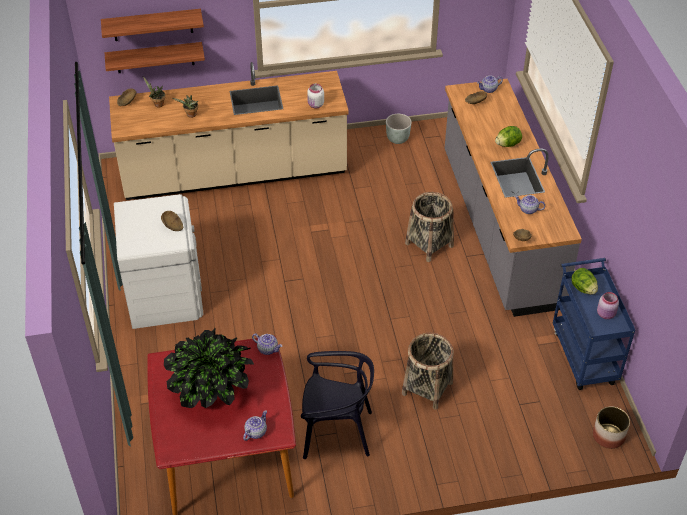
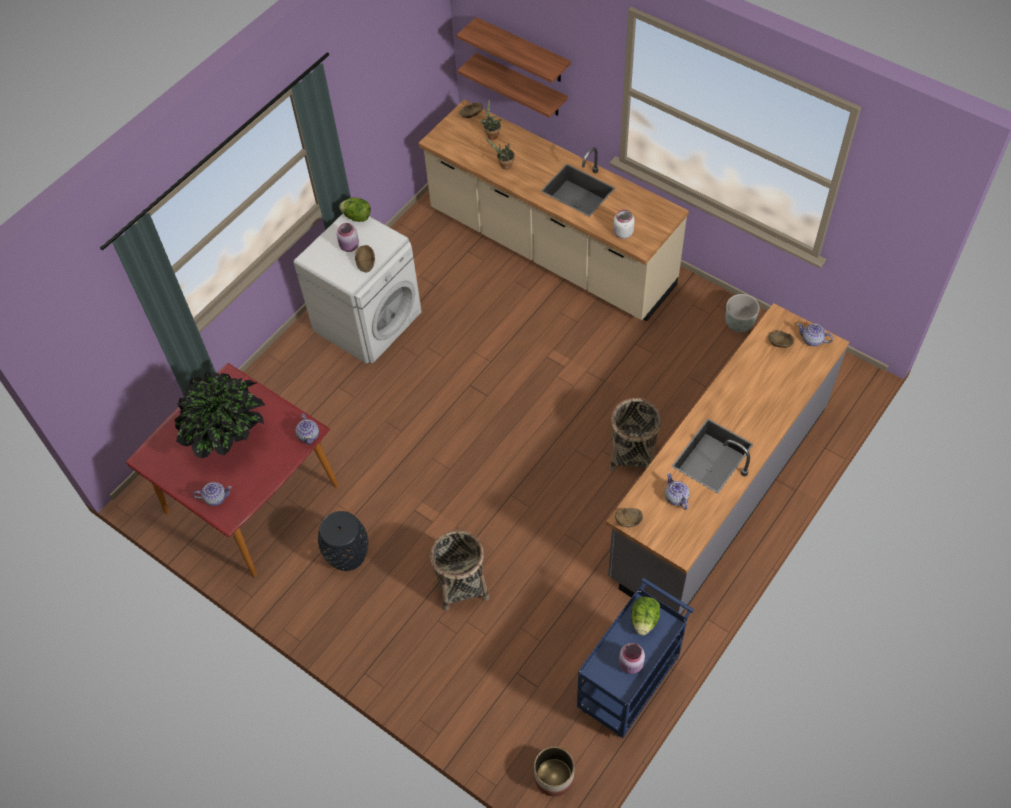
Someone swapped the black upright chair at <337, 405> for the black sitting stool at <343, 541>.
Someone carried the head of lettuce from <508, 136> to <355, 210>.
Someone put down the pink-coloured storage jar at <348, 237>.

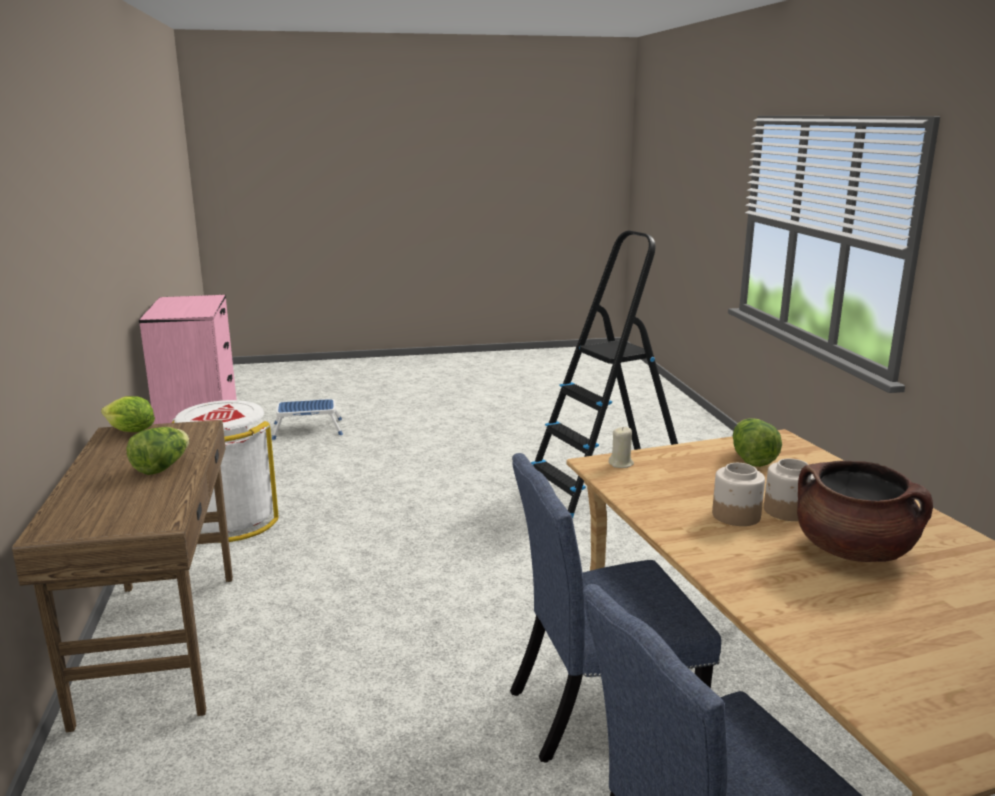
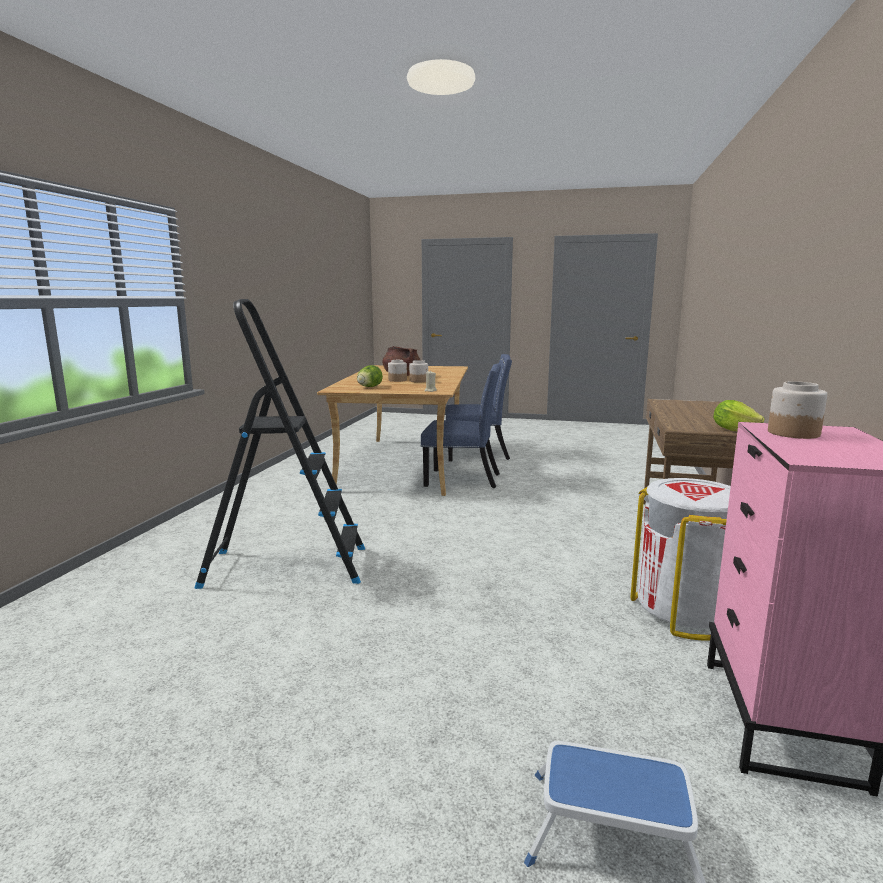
Someone took away the head of lettuce at <158, 451>.
Someone put down the storage jar at <797, 410>.

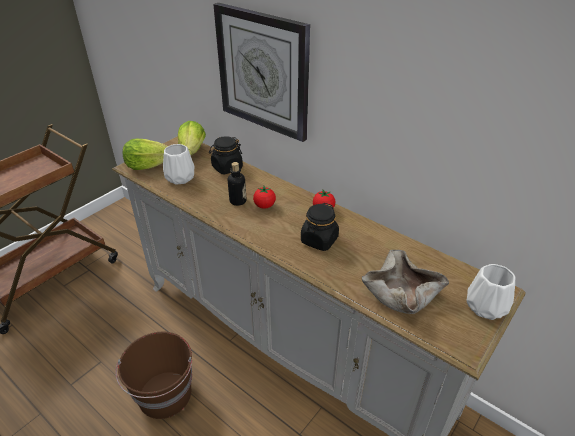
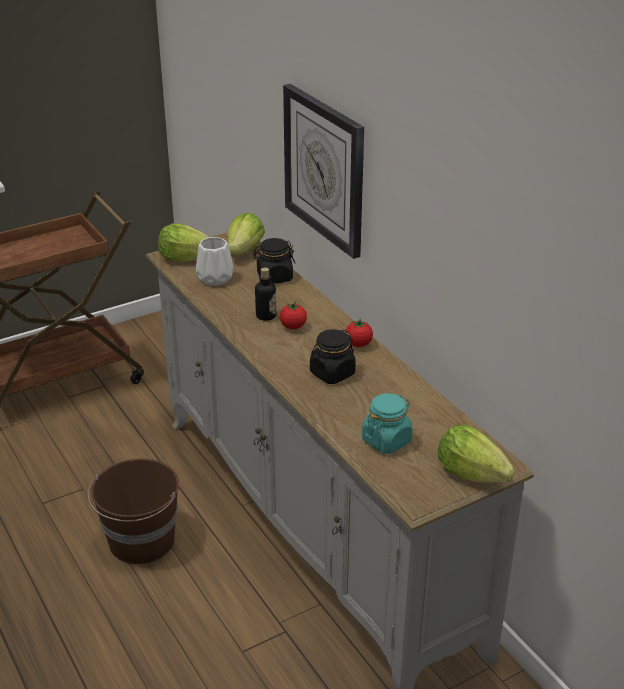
Someone swapped the beige serving bowl at <405, 282> for the turquoise storage jar at <387, 423>.
Someone swapped the white vase at <491, 292> for the head of lettuce at <476, 453>.

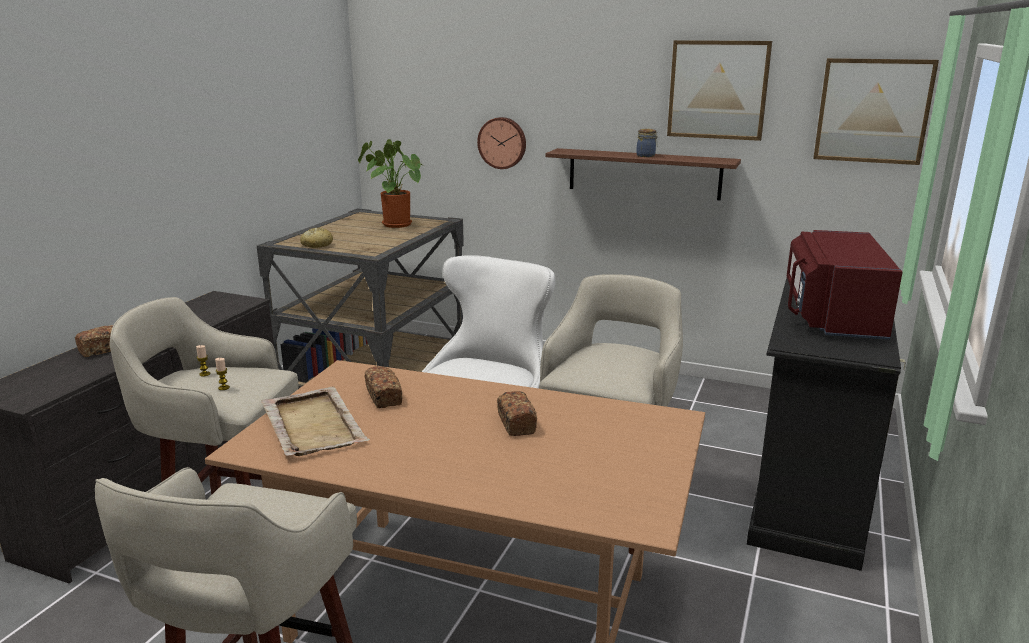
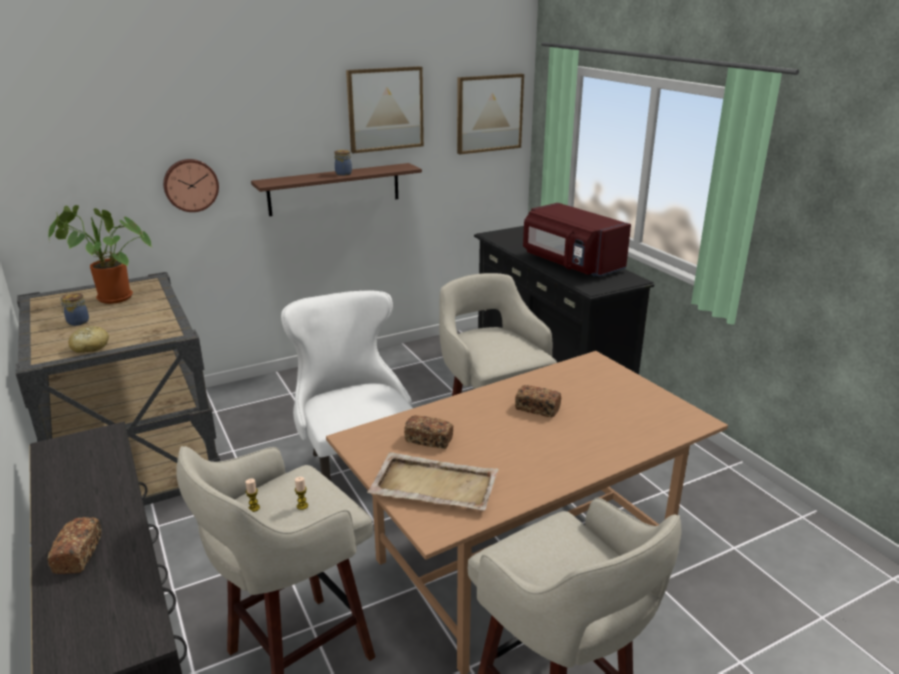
Someone put down the storage jar at <74, 309>.

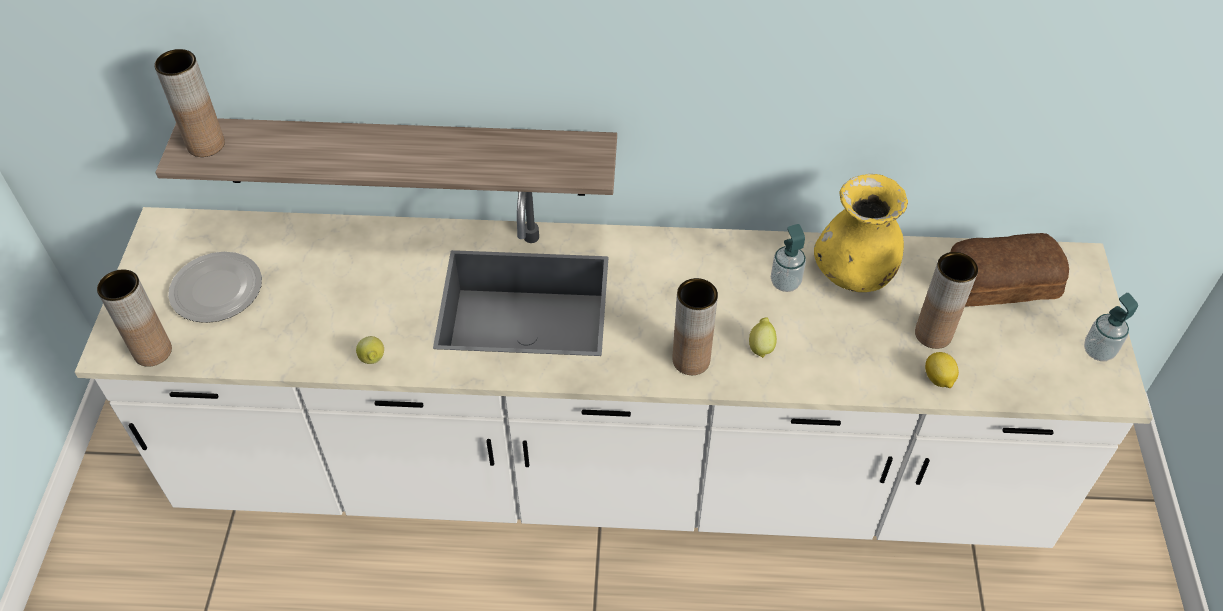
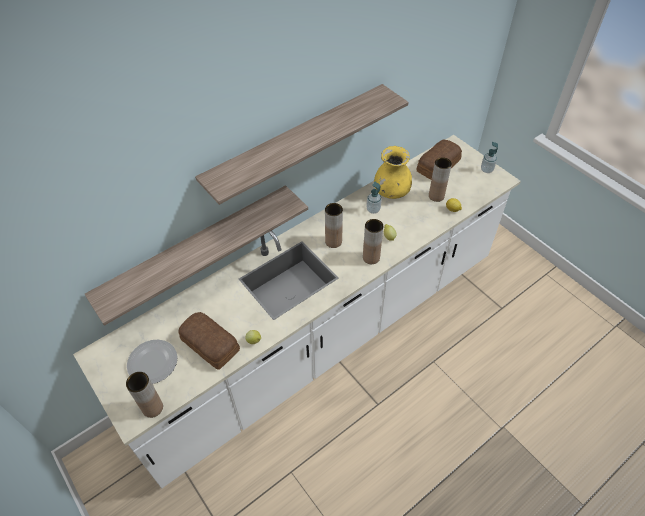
Someone carried the brownish vase from <189, 103> to <334, 225>.
Someone put down the bread at <209, 341>.
Someone put up the wall shelf at <301, 144>.

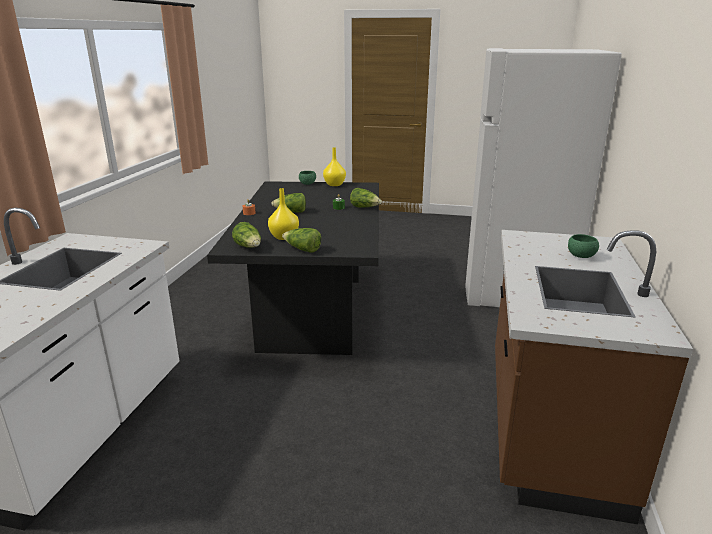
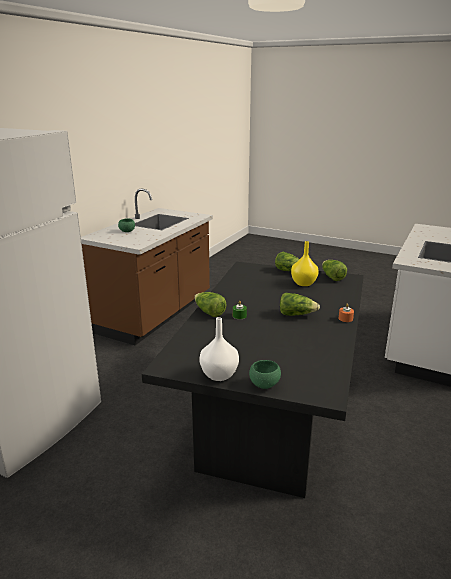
Someone repainted the yellow-coloured vase at <334, 166>, which became the white vase at <219, 349>.

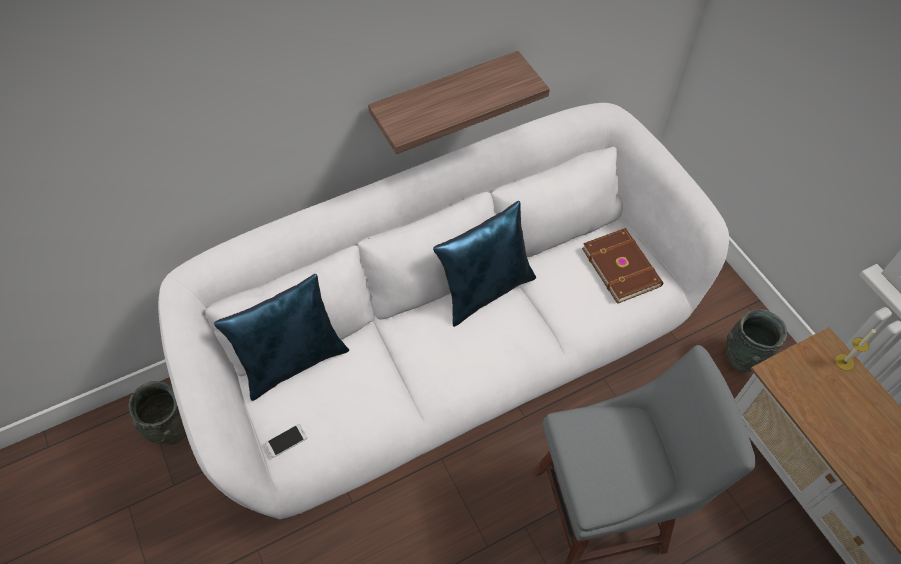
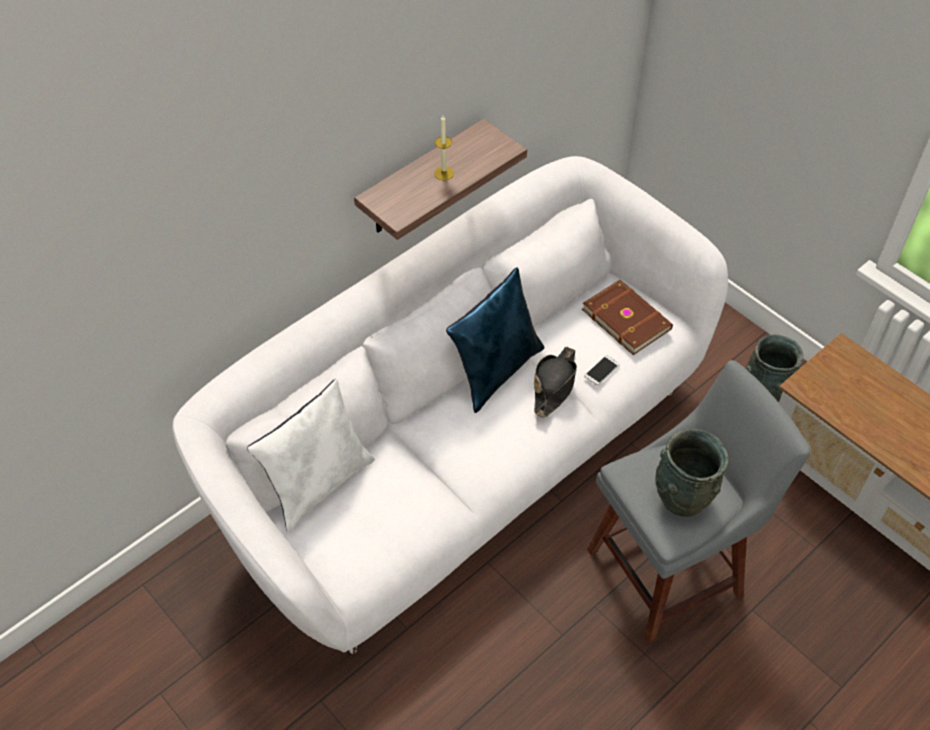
Someone carried the greyish vase from <158, 413> to <692, 473>.
Someone repainted the bluish cushion at <281, 337>, which became the white cushion at <311, 455>.
Someone carried the telephone from <286, 441> to <602, 370>.
Someone carried the wax candle from <855, 349> to <444, 147>.
Someone put down the black clothing hat at <555, 382>.

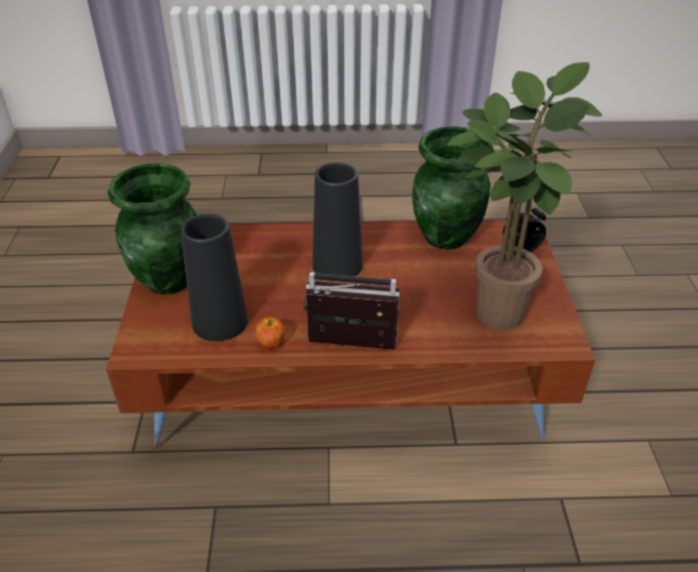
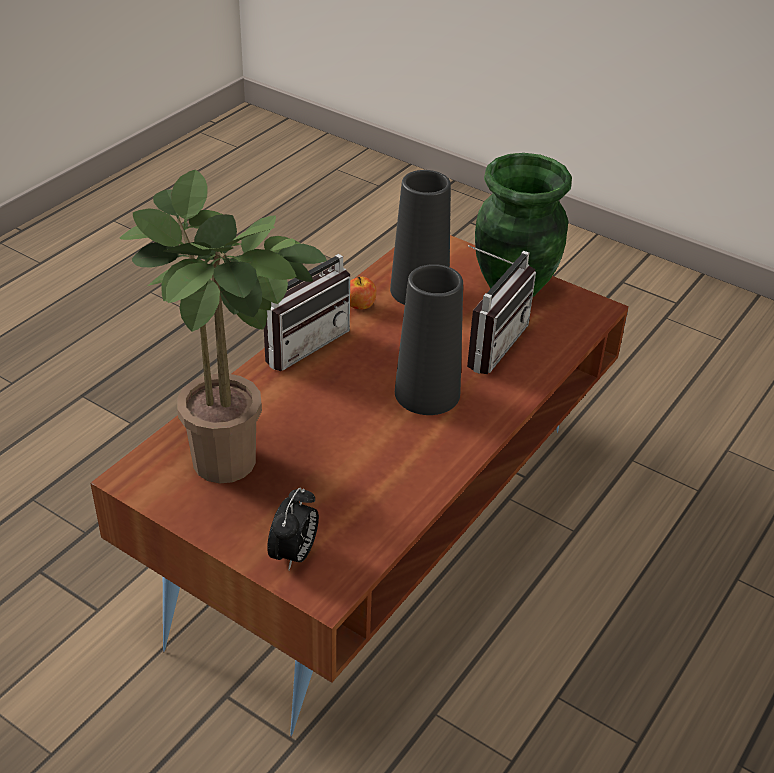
Someone took away the greenish vase at <452, 188>.
Someone put down the radio at <501, 309>.

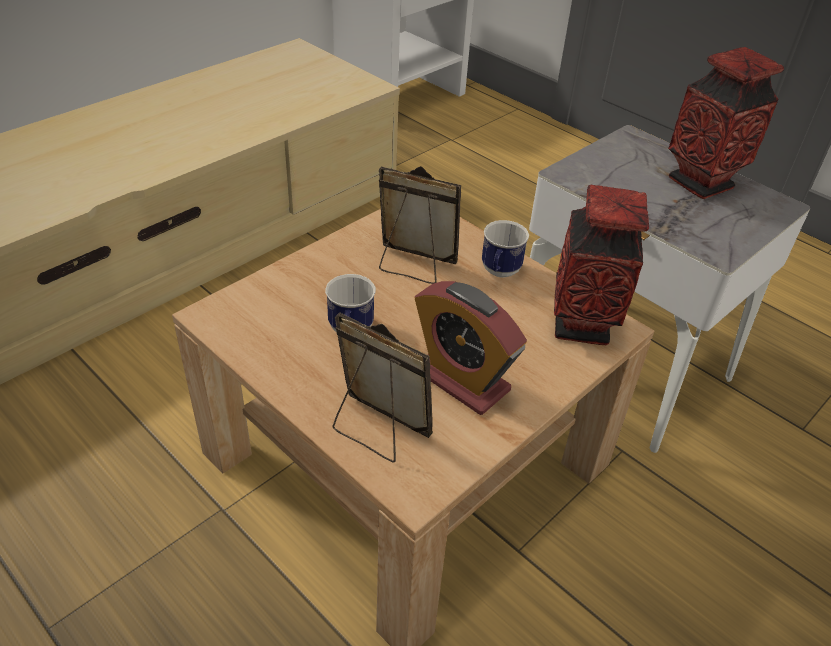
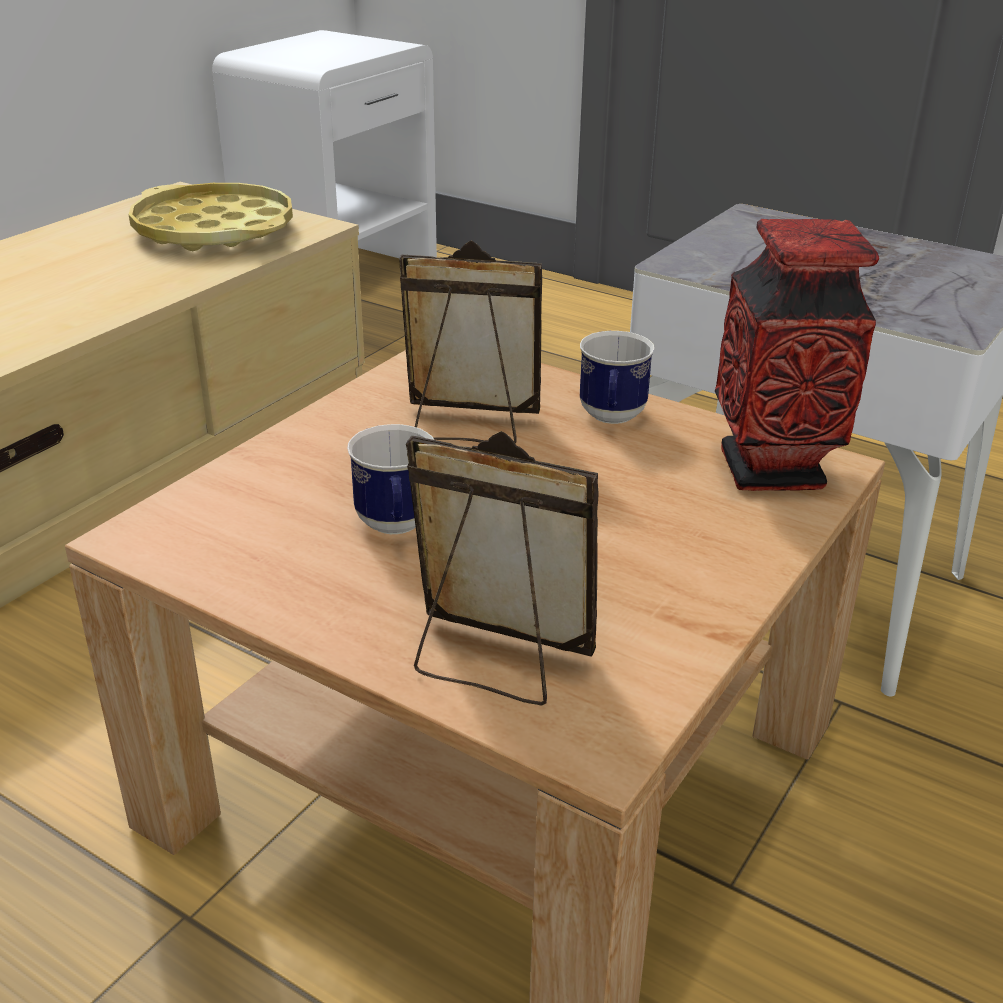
Someone took away the bedside clock at <471, 348>.
Someone took away the vase at <726, 123>.
Someone put down the yellow-coloured tray at <211, 217>.

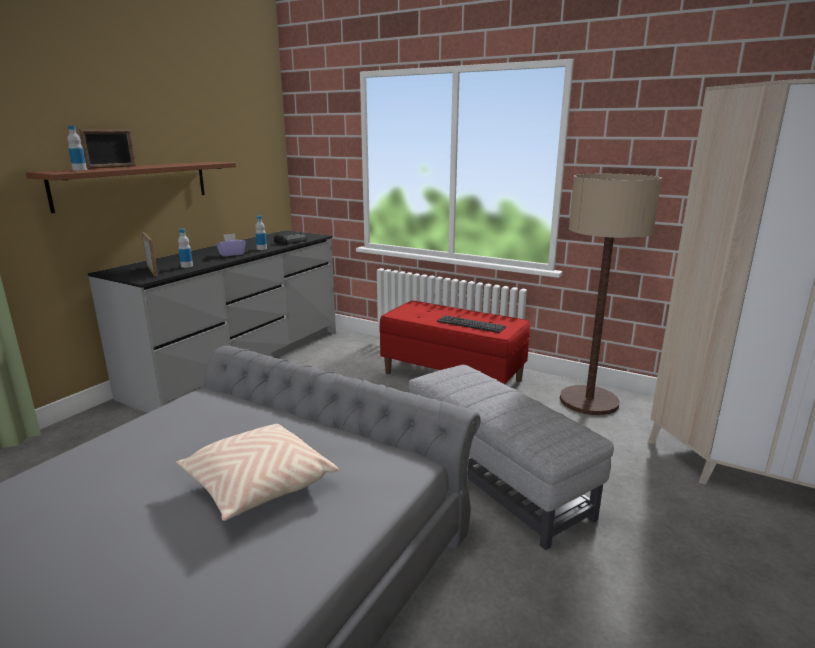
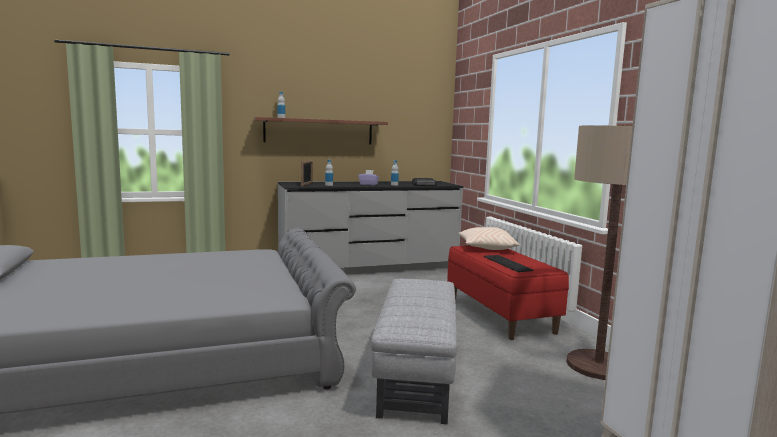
Someone took away the standing frame at <107, 149>.
Someone carried the beige cushion from <257, 472> to <489, 238>.

